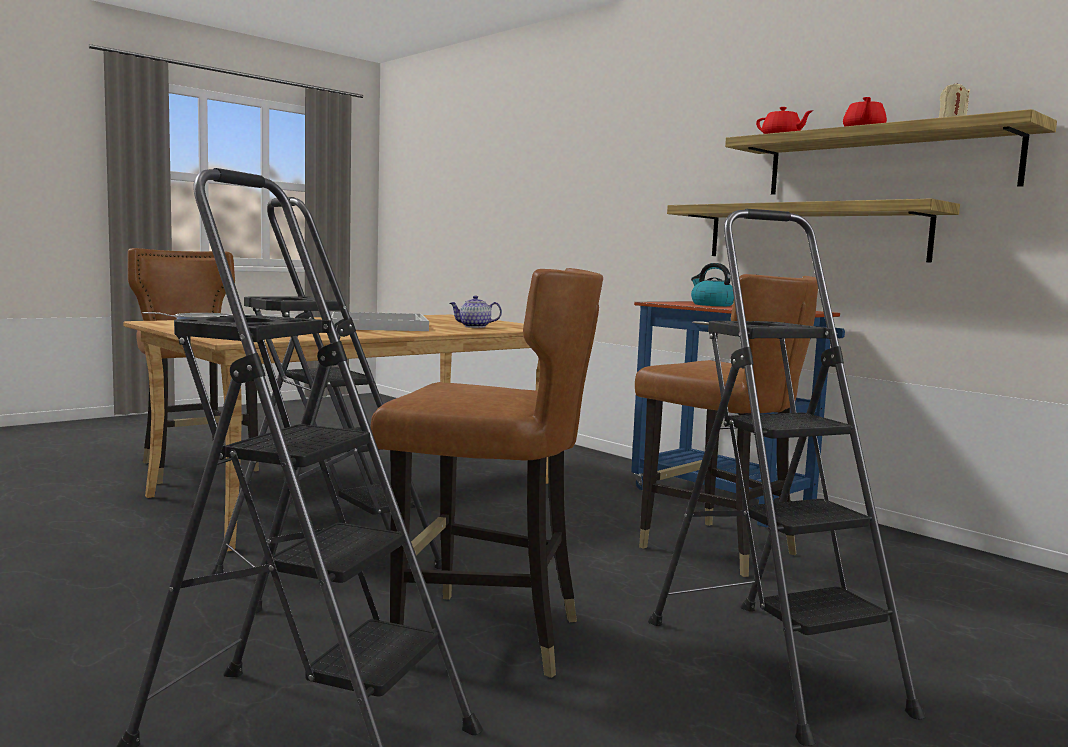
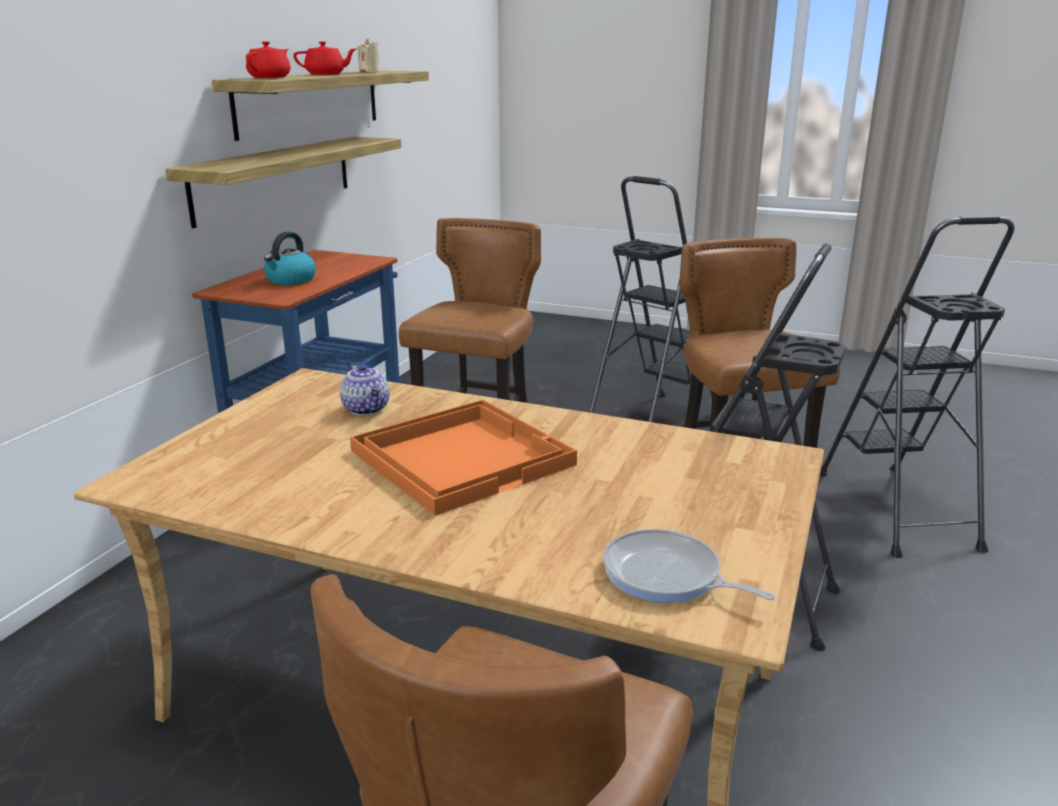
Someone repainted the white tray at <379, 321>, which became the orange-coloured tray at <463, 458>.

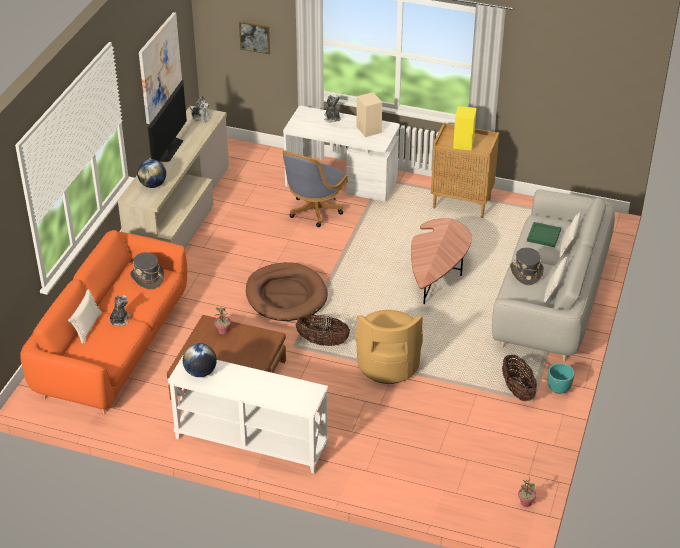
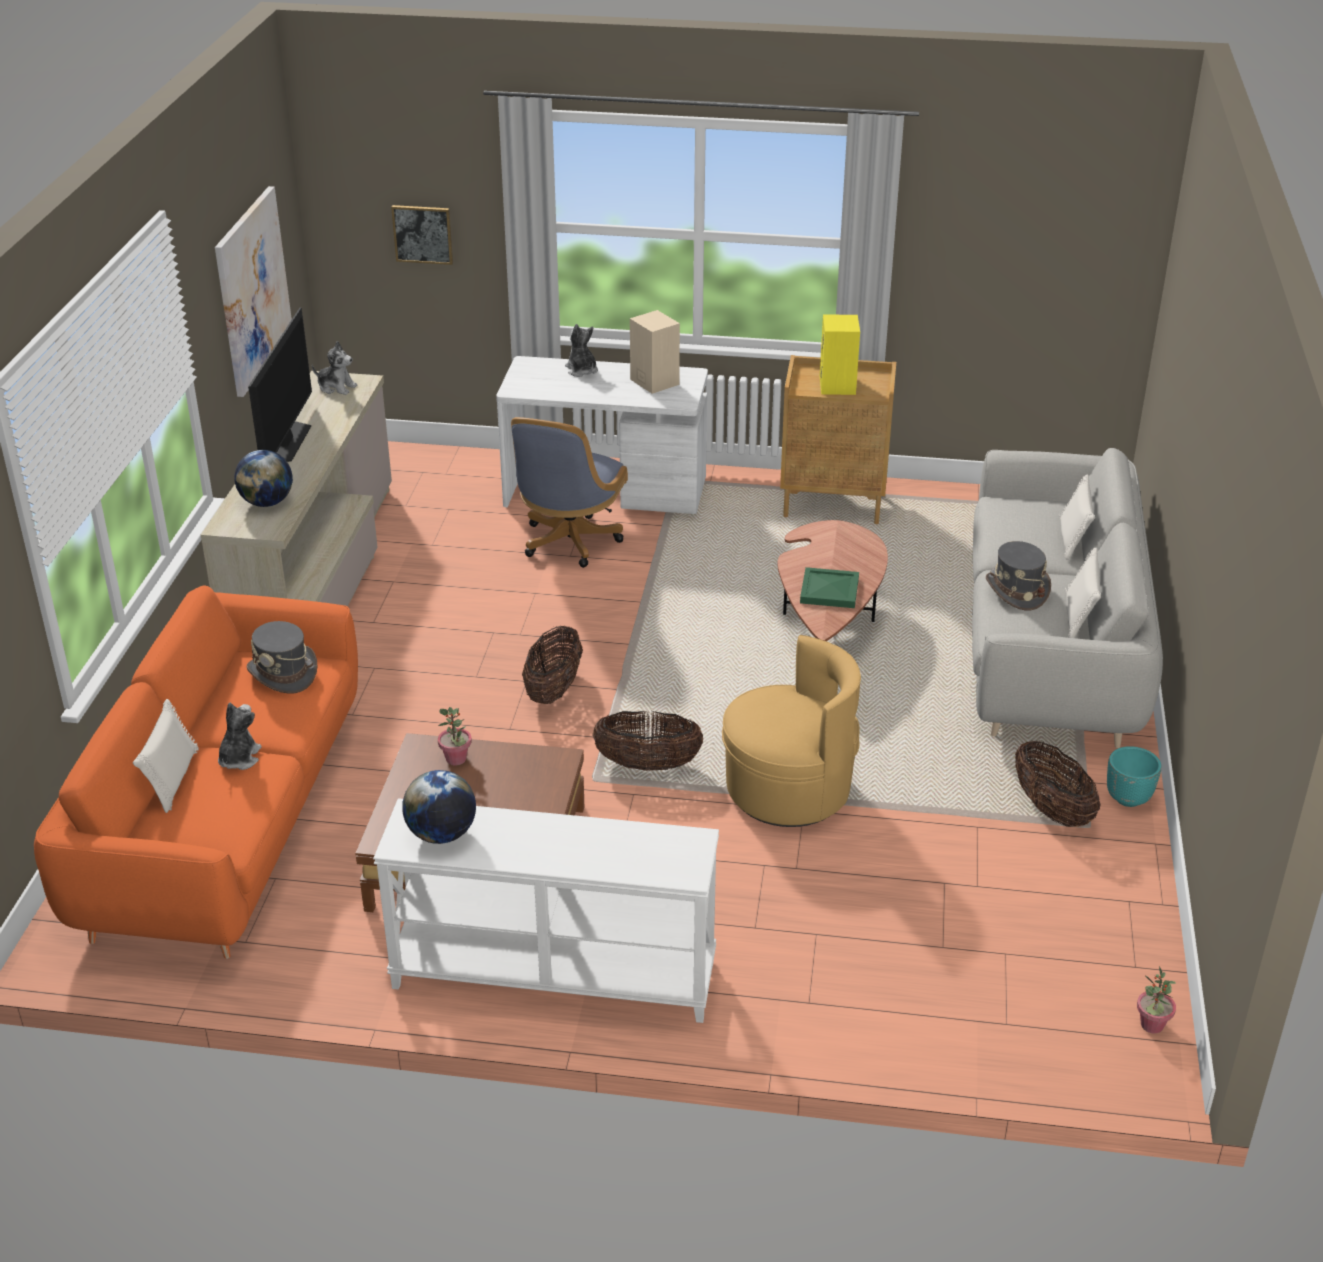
Someone swapped the brownish dog cushion at <287, 291> for the basket at <552, 665>.
Someone rotated the beige armchair at <389, 346> by 90 degrees counterclockwise.
Someone carried the greenish tray from <544, 234> to <829, 587>.

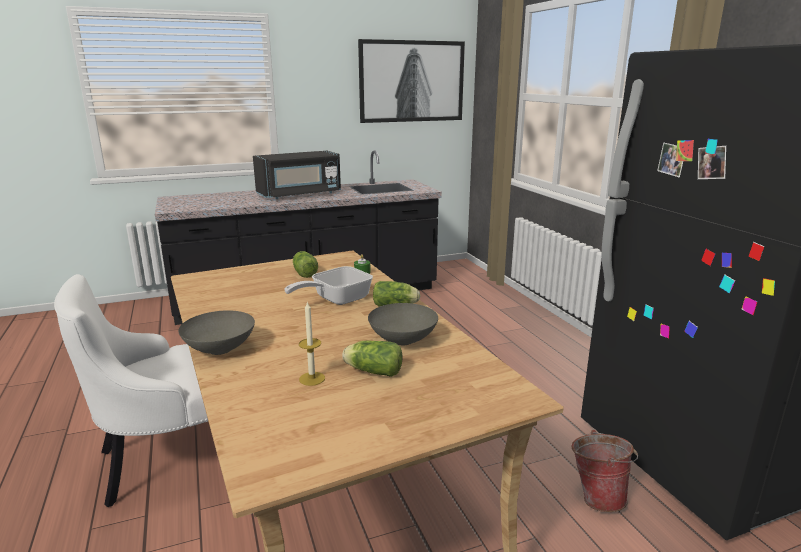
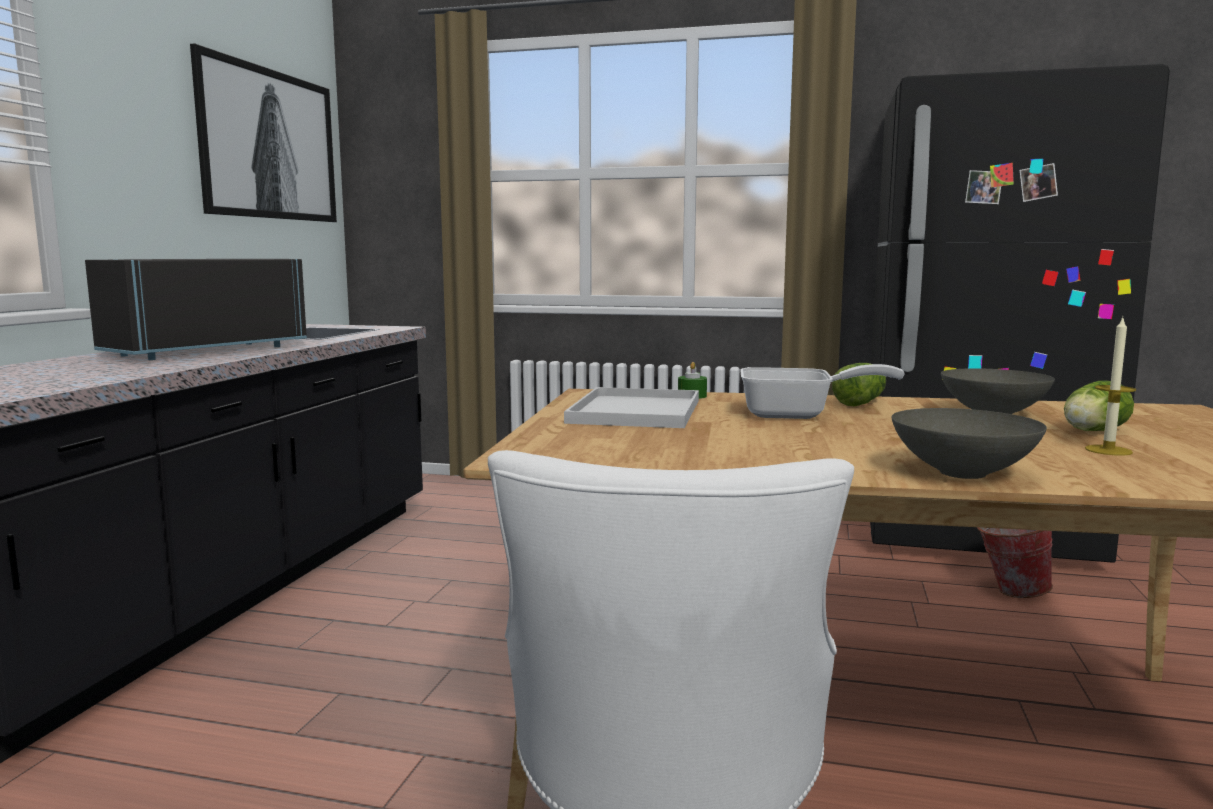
Someone rotated the black microwave oven at <297, 175> by 150 degrees counterclockwise.
Someone rotated the pan at <328, 285> by 75 degrees counterclockwise.
Someone swapped the head of lettuce at <305, 264> for the white tray at <631, 407>.

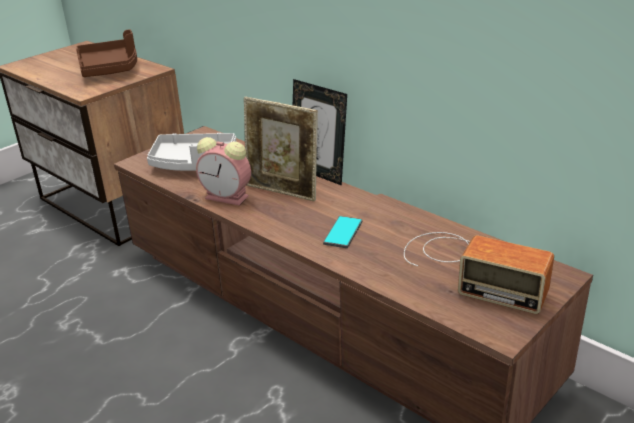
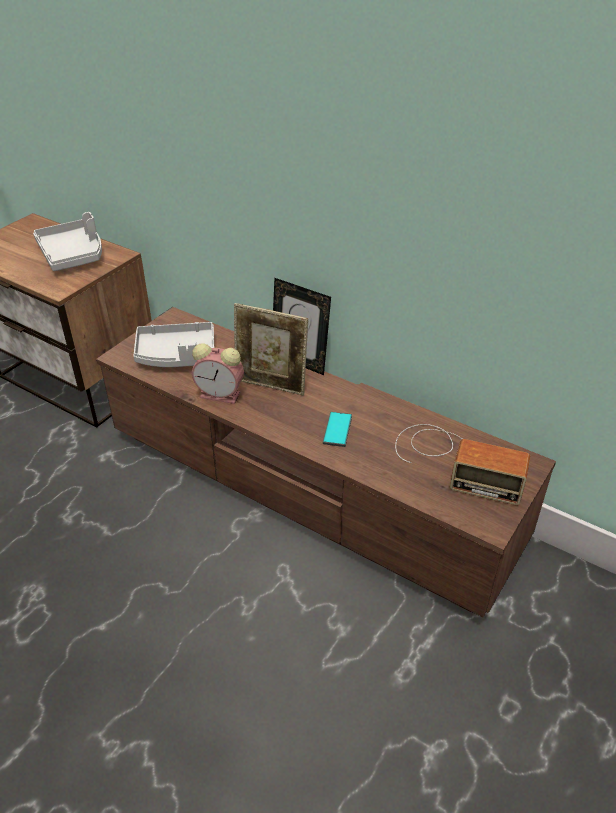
Someone repainted the brownish tray at <106, 53>, which became the greyish tray at <67, 241>.

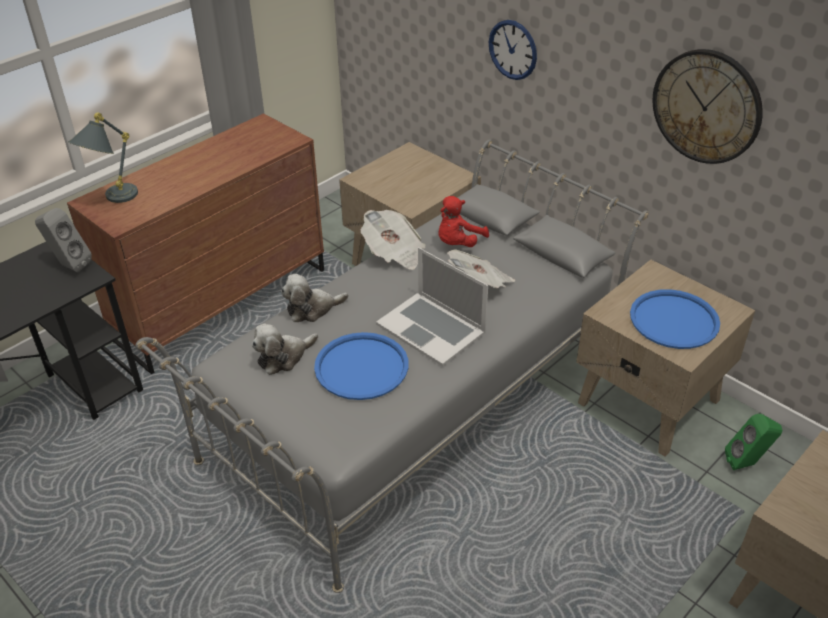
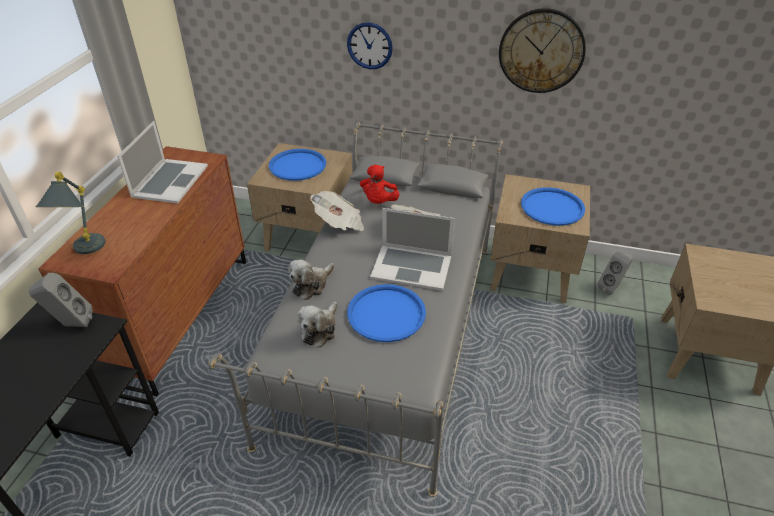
Someone repainted the greenish speaker at <753, 442>, which became the greyish speaker at <615, 273>.
Someone put down the notebook computer at <162, 162>.
Someone put down the bluish tray at <297, 165>.

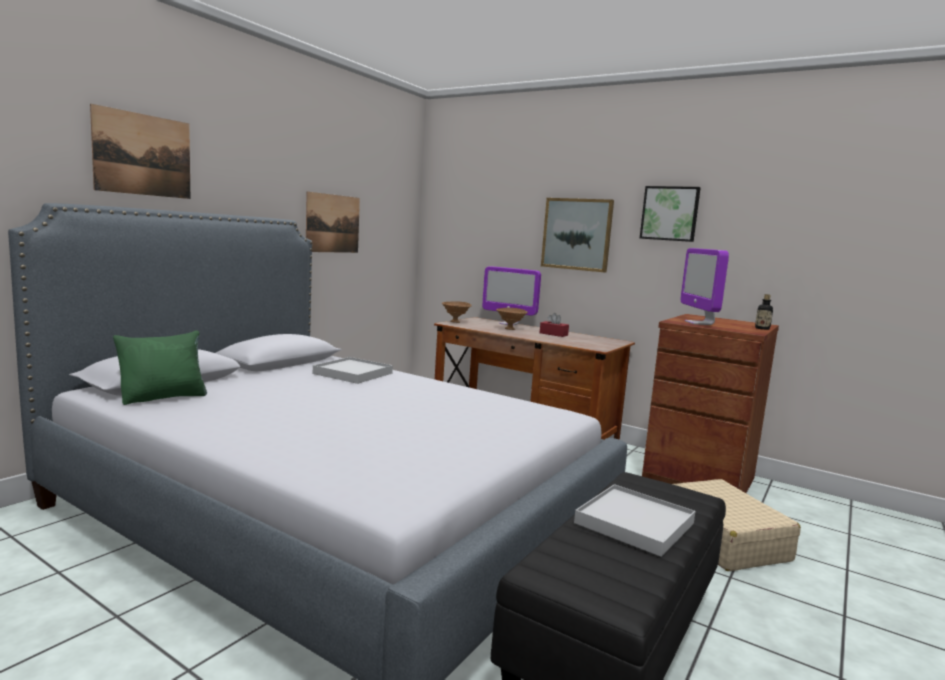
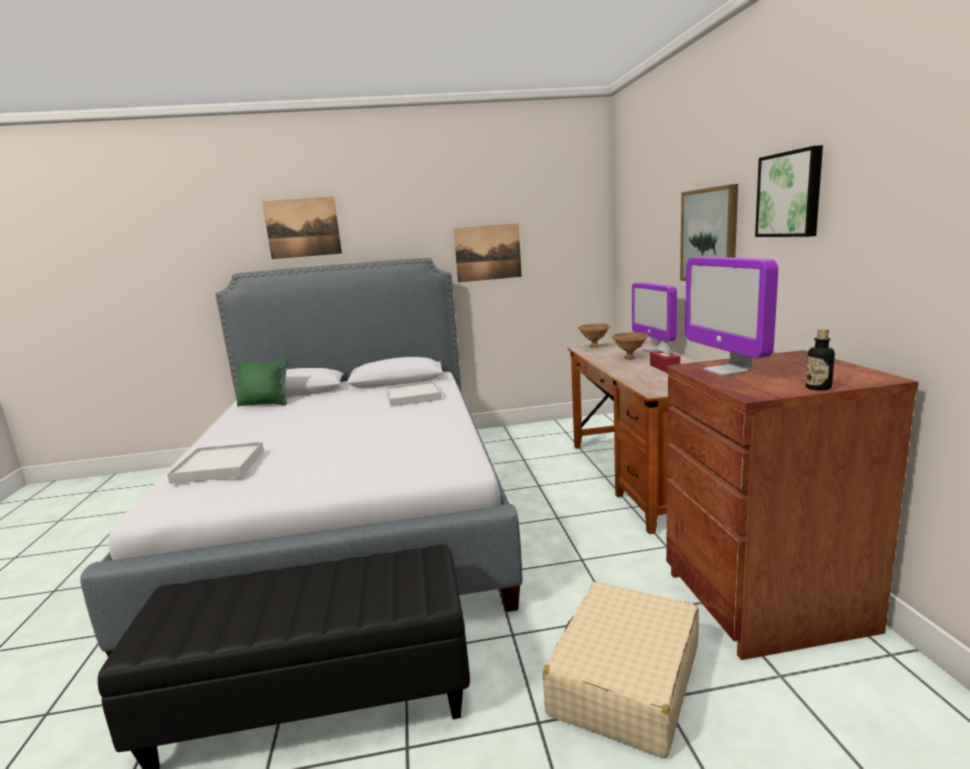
Someone carried the white tray from <634, 520> to <215, 463>.
Someone rotated the monitor at <705, 286> by 60 degrees counterclockwise.

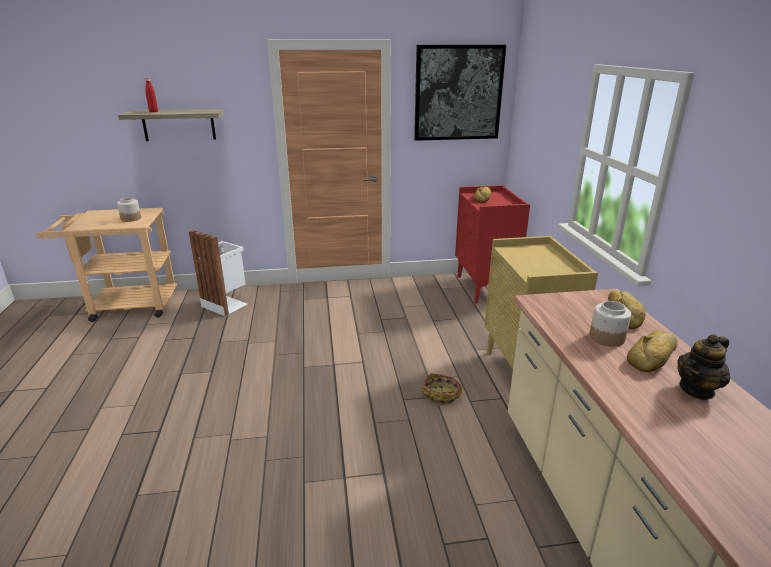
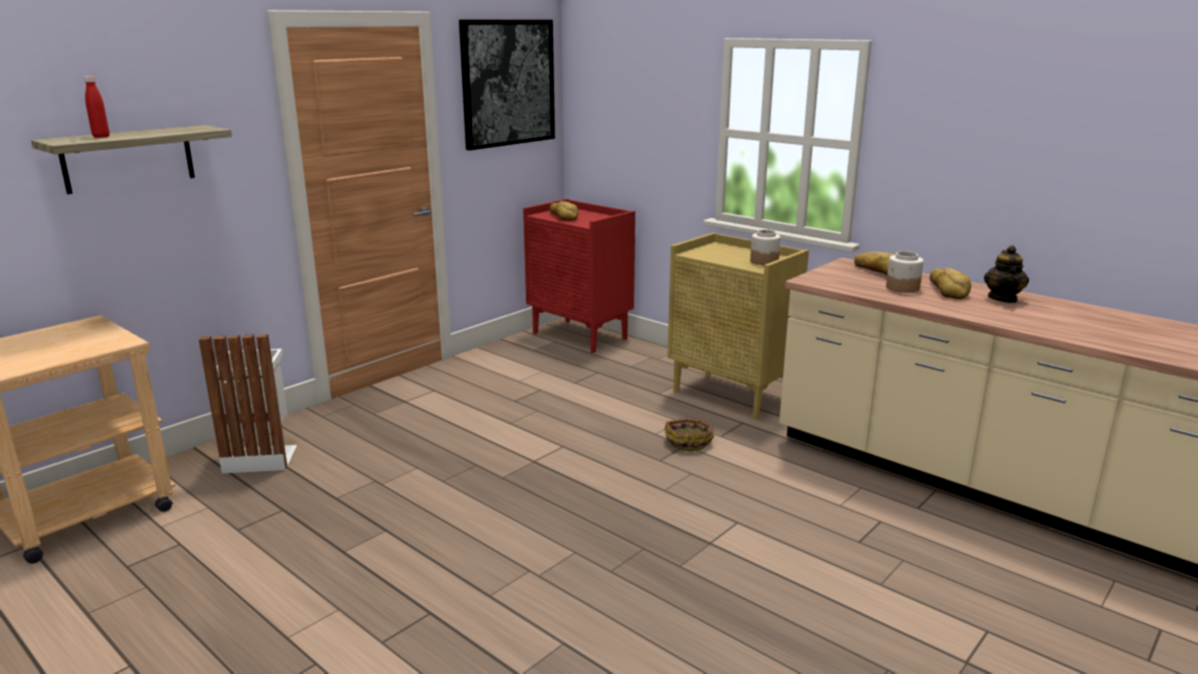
Someone carried the storage jar from <129, 209> to <765, 247>.

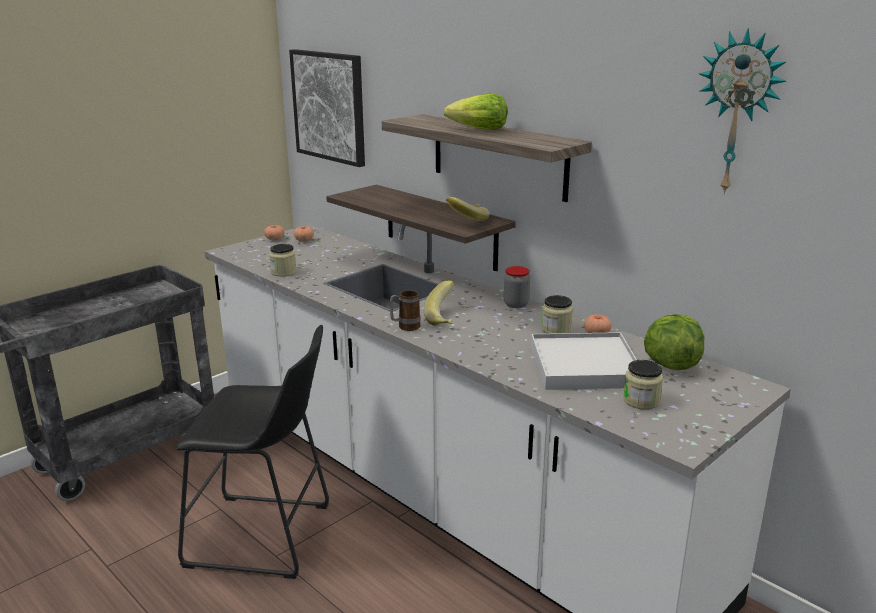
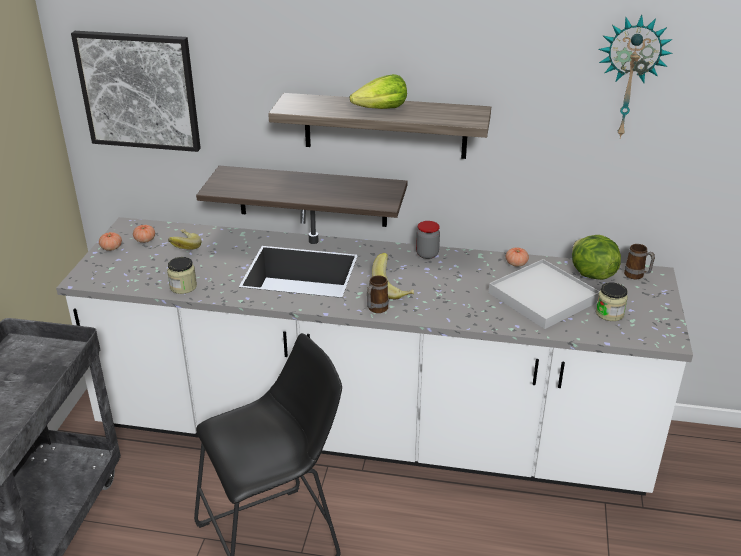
Someone carried the whole banana from <467, 209> to <185, 239>.
Someone took away the storage jar at <557, 314>.
Someone put down the tea mug at <639, 261>.

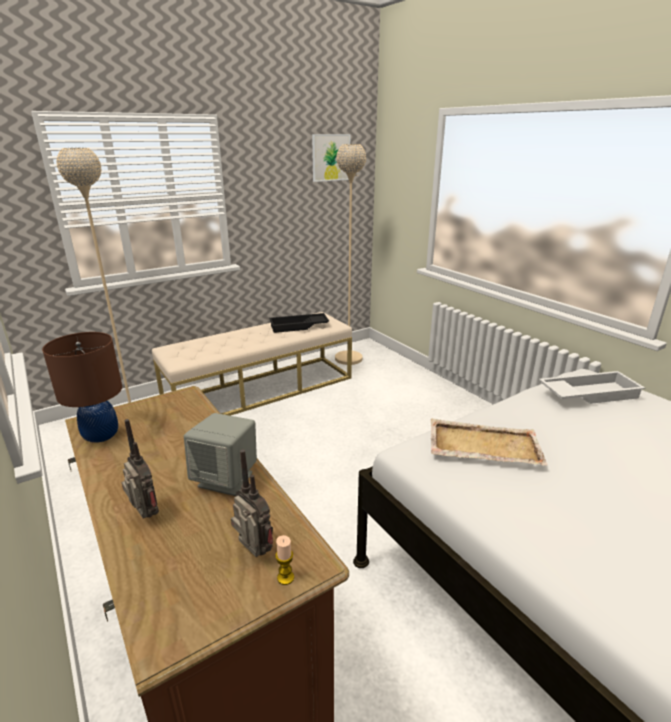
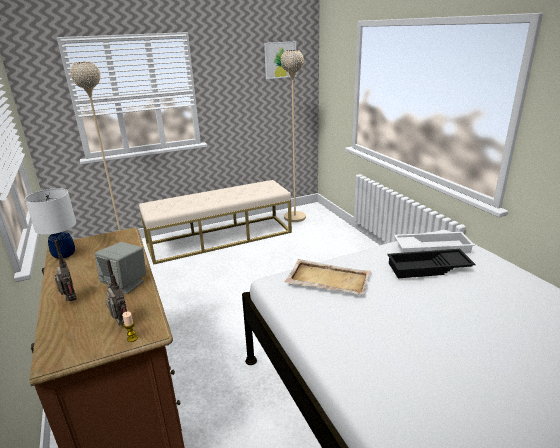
Someone repainted the brownish table lamp at <82, 387>, which became the white table lamp at <50, 223>.
Someone carried the black tray from <299, 323> to <431, 263>.

